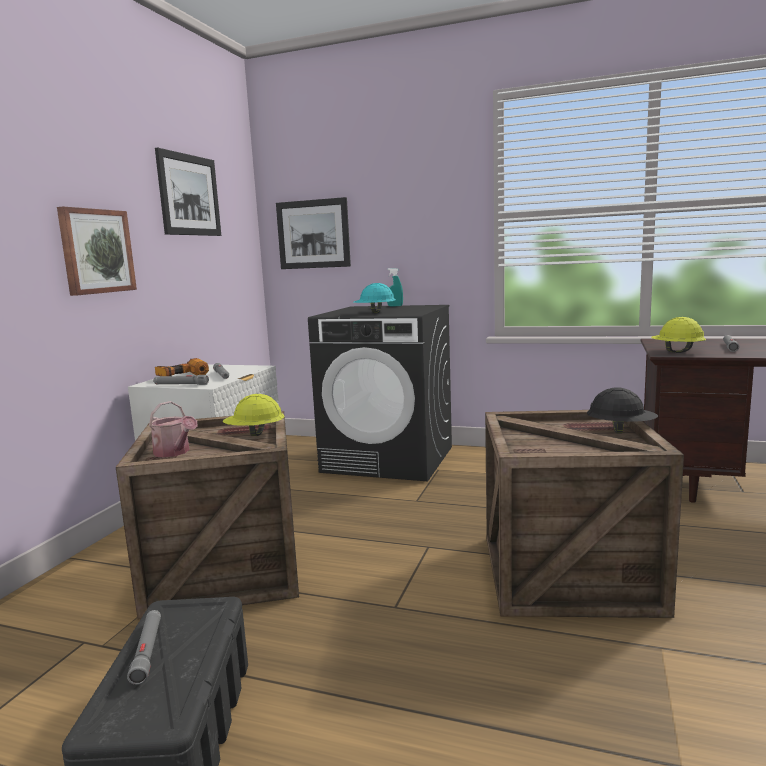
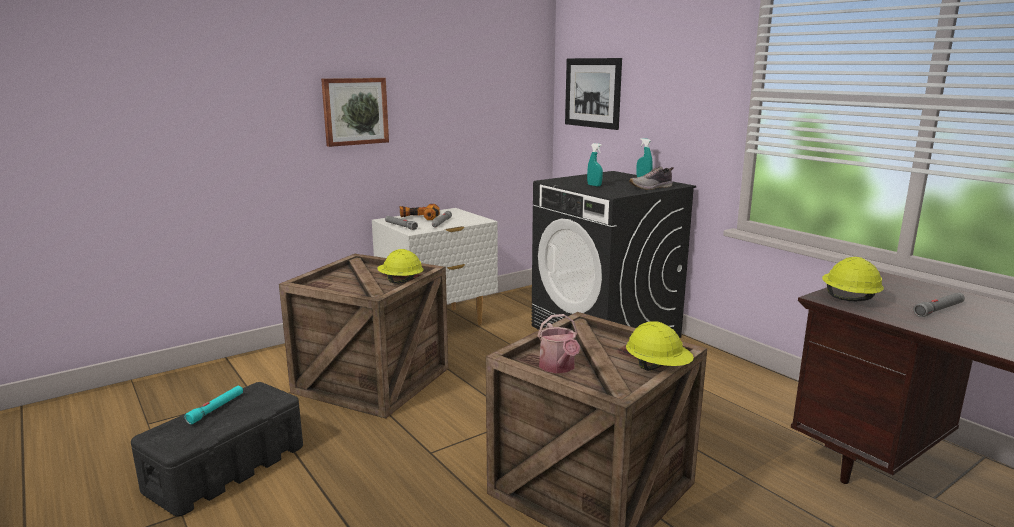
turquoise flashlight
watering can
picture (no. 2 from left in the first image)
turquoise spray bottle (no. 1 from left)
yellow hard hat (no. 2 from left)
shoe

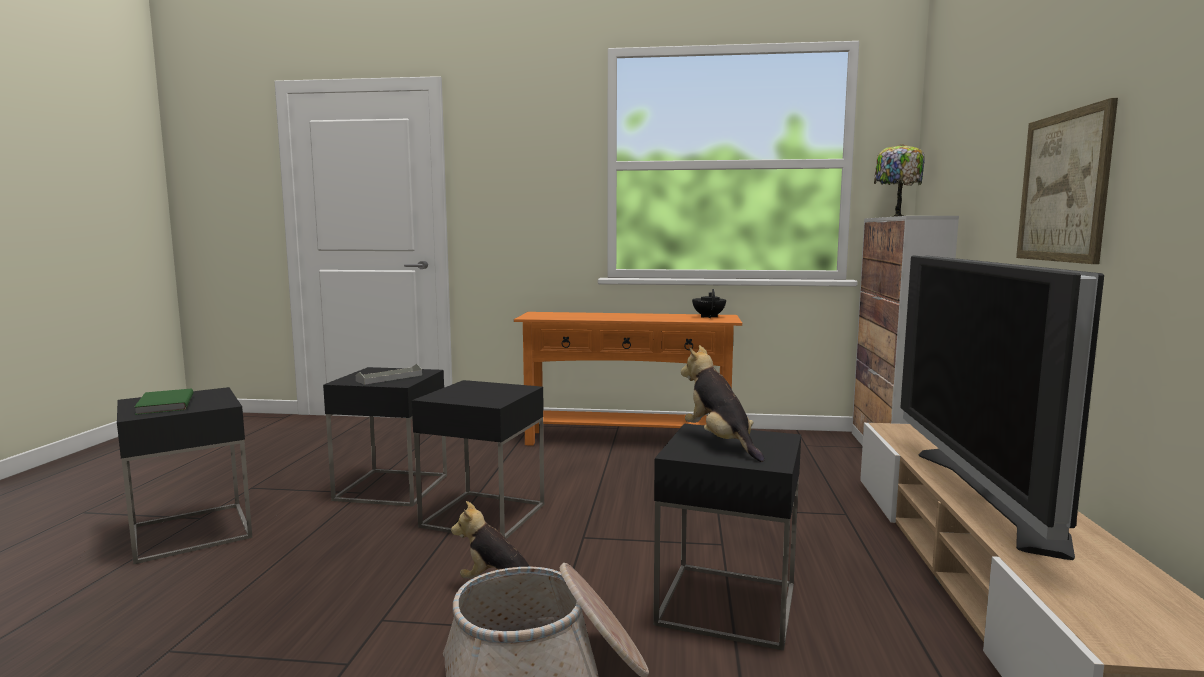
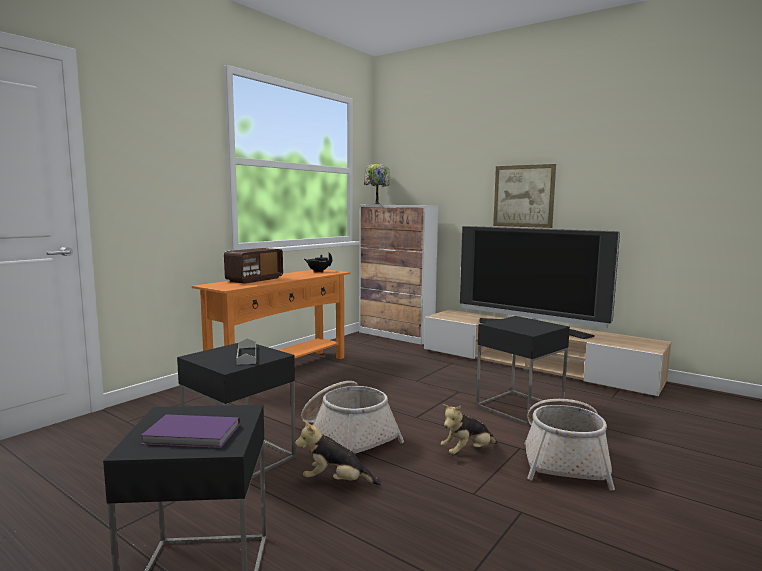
purple book
basket (no. 1 from left)
plush toy (no. 1 from left)
radio

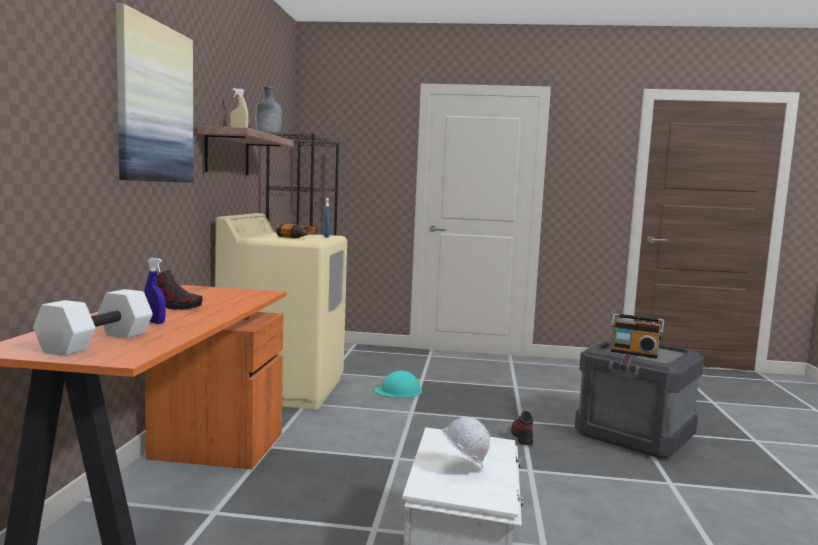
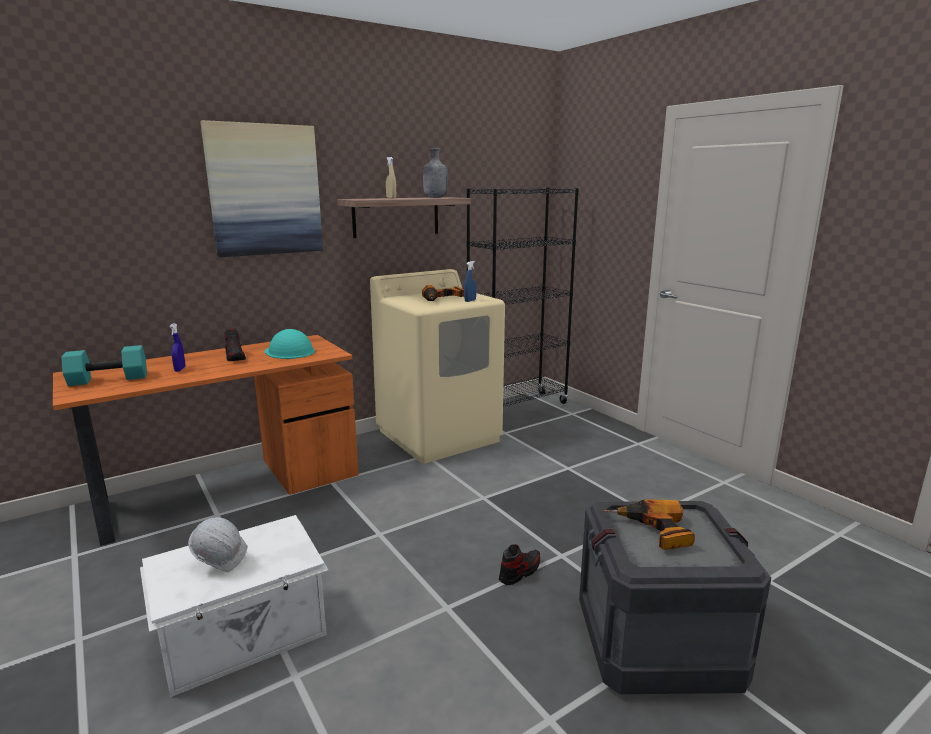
turquoise dumbbell
turquoise hard hat
power drill (no. 2 from left)

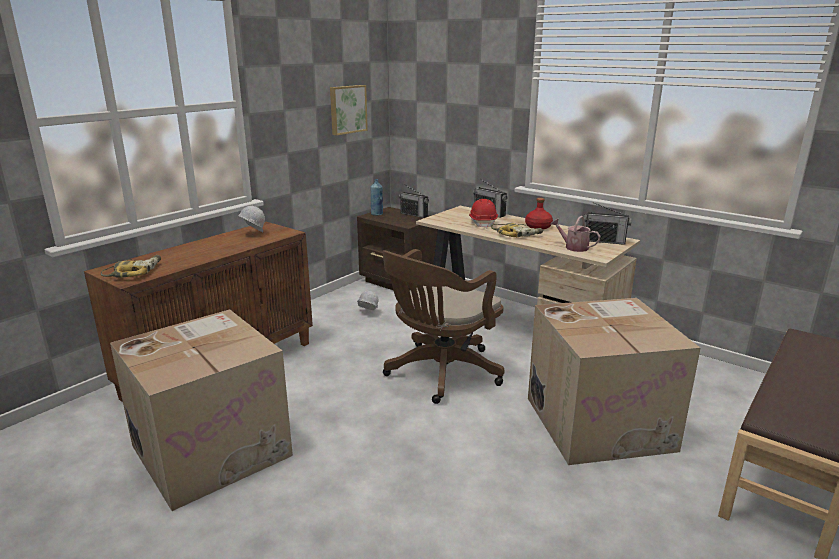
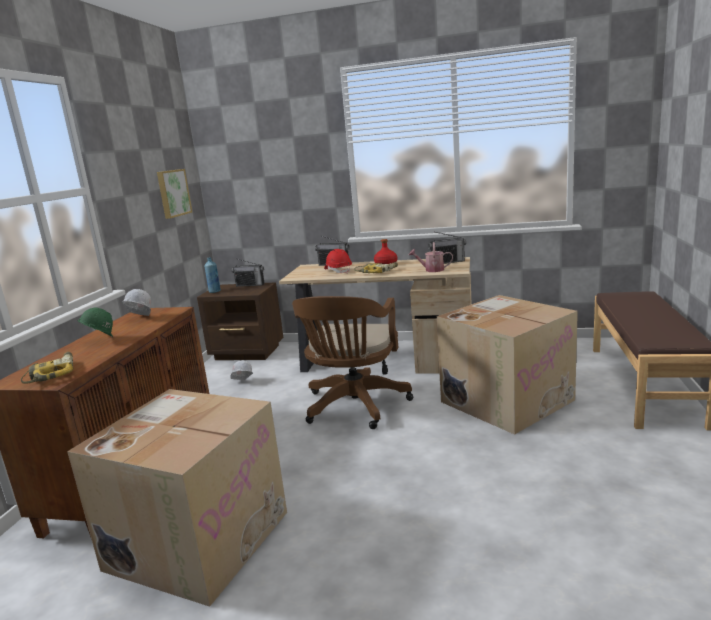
green hard hat

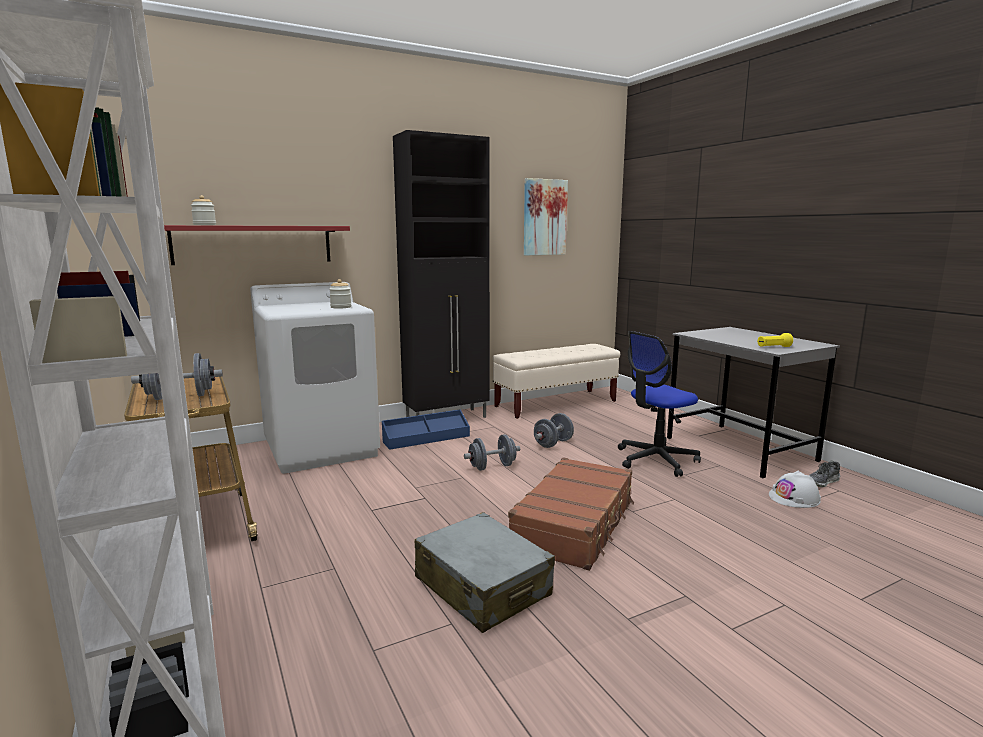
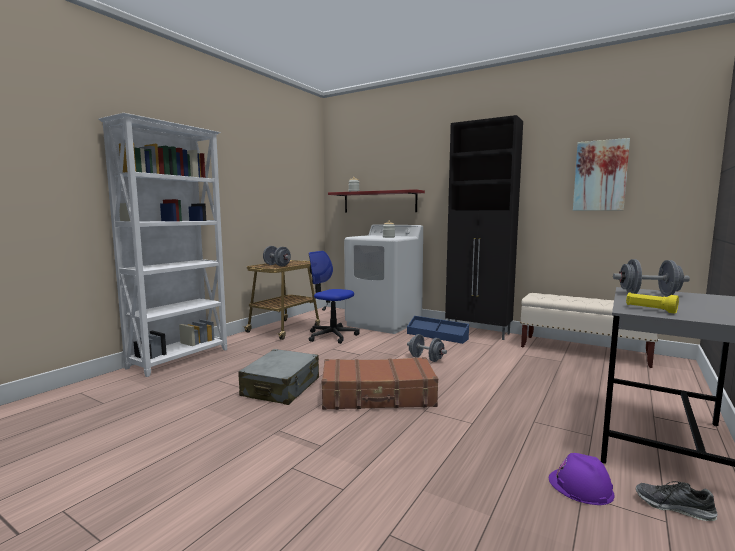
grey dumbbell (no. 3 from left)
office chair
purple hard hat

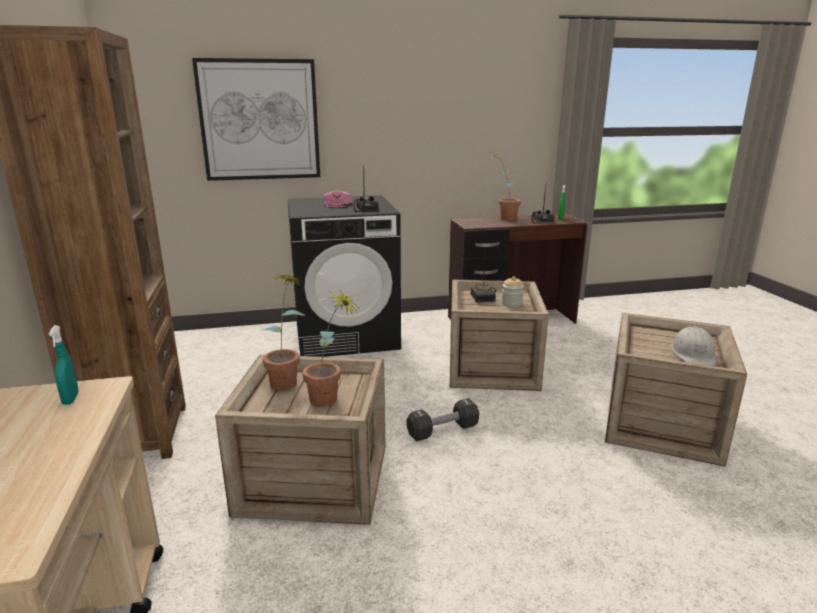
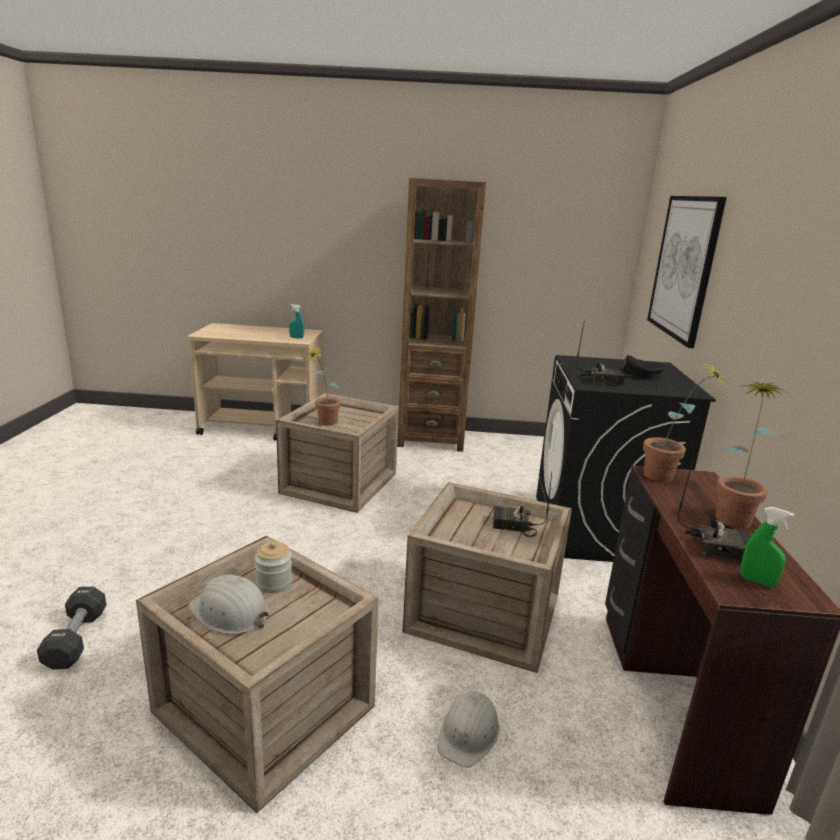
potted plant (no. 2 from left)
black cap
black dumbbell
jar
white hard hat (no. 2 from left)

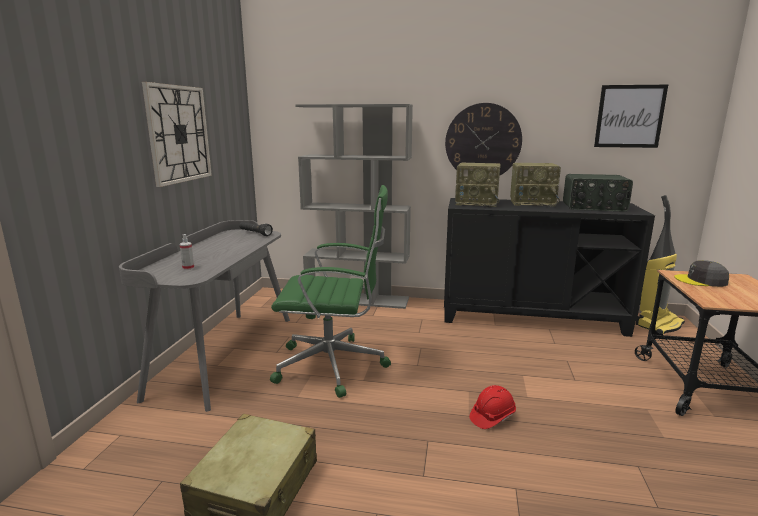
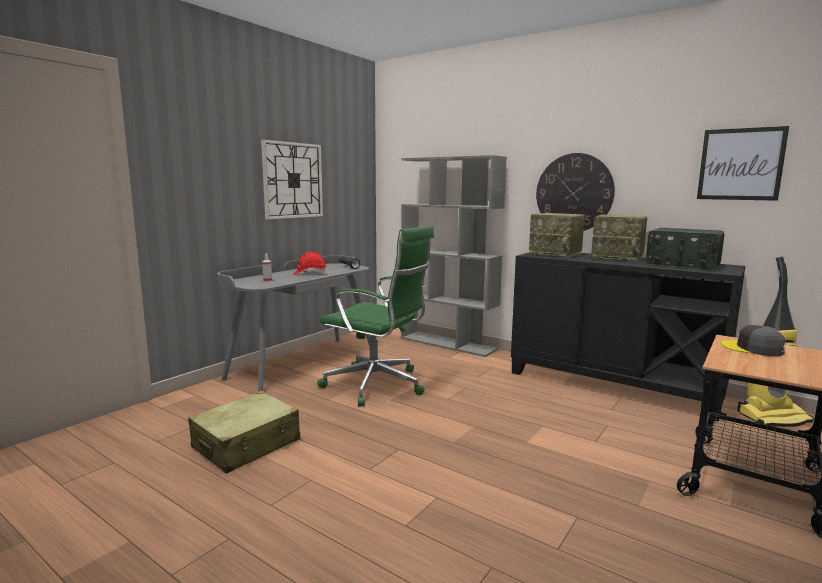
red hard hat

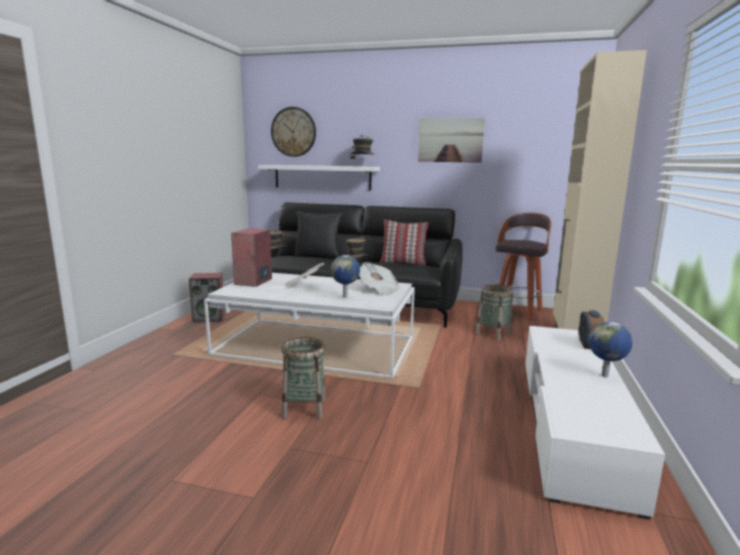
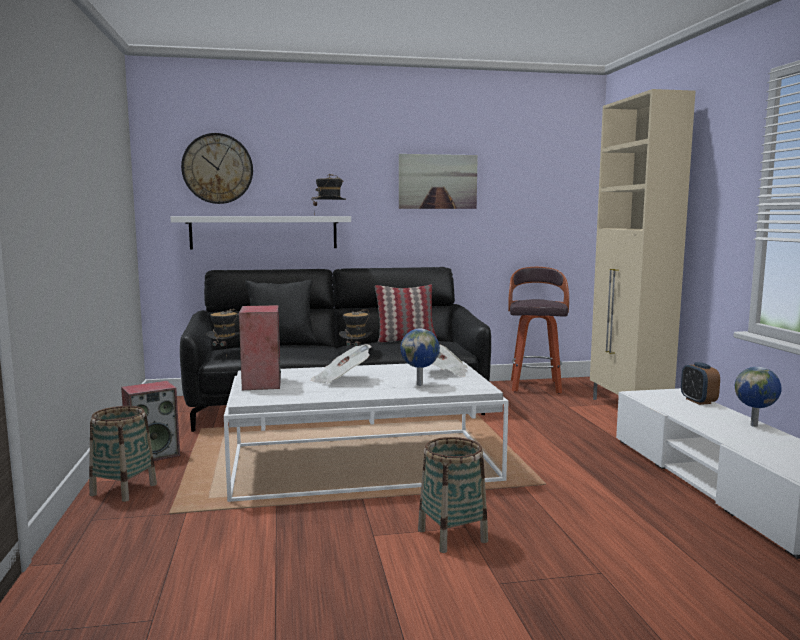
basket (no. 1 from left)

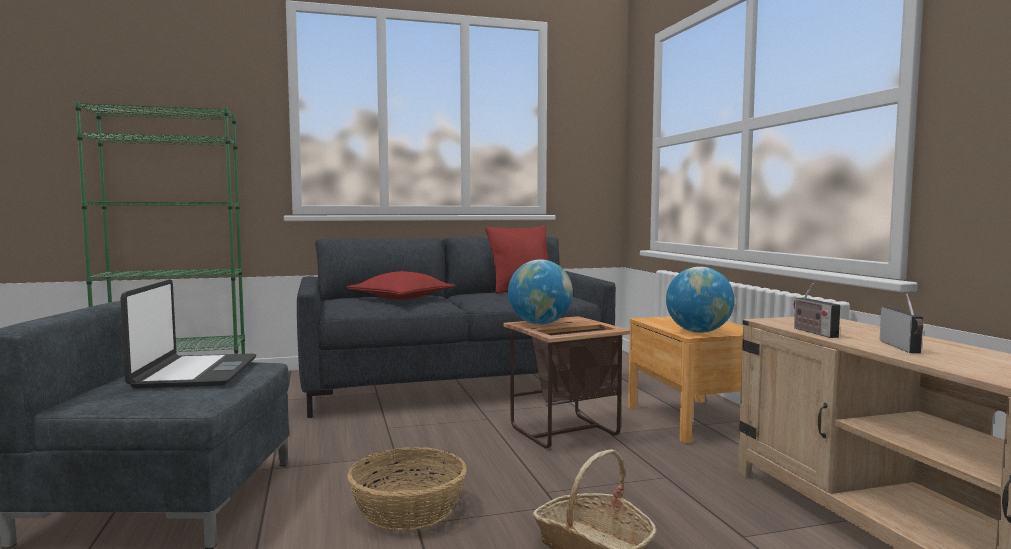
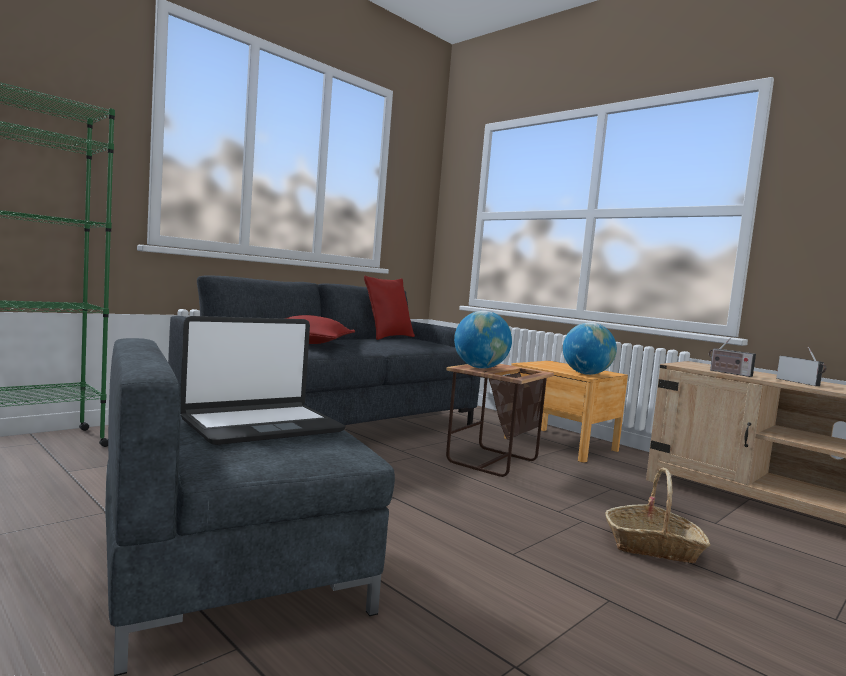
laptop
basket (no. 1 from left in the first image)

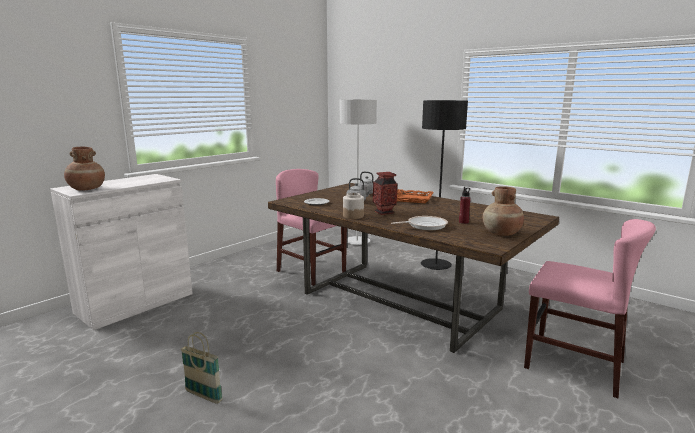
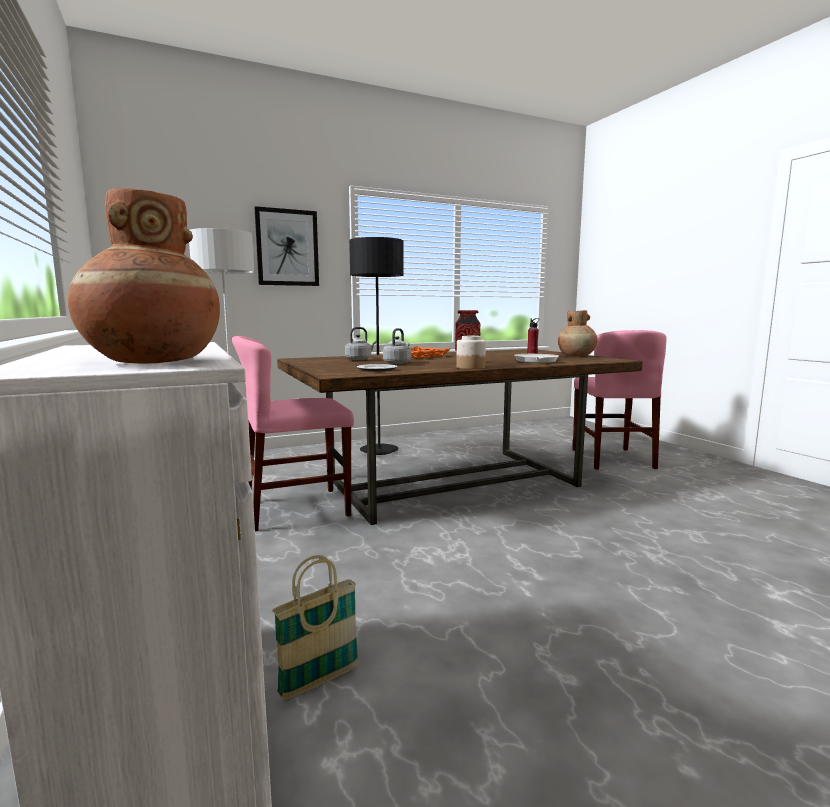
basket
pink chair (no. 2 from left)
picture

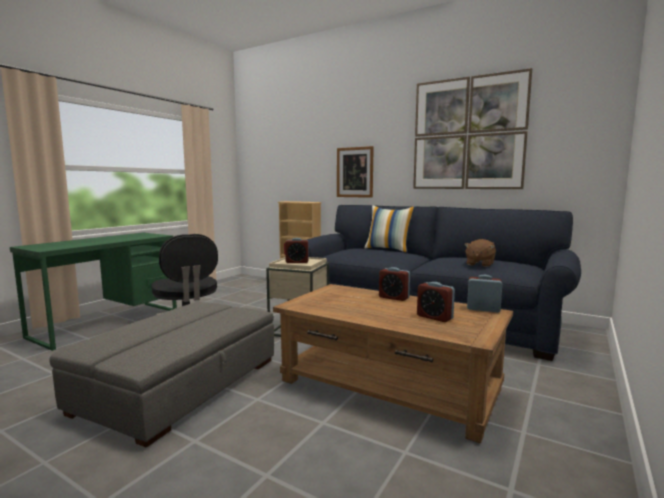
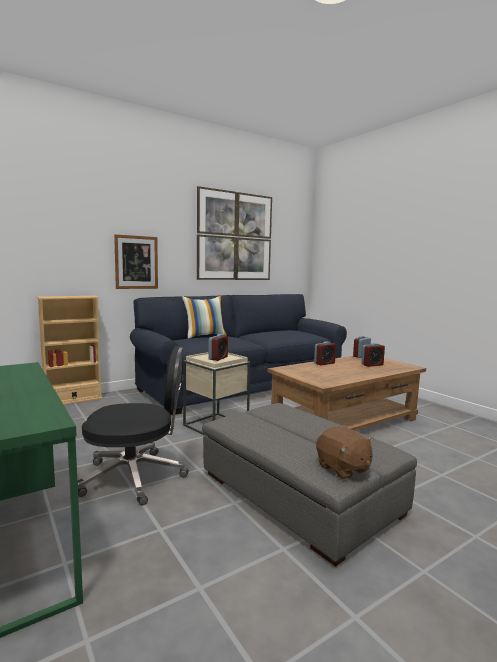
brown plush toy

